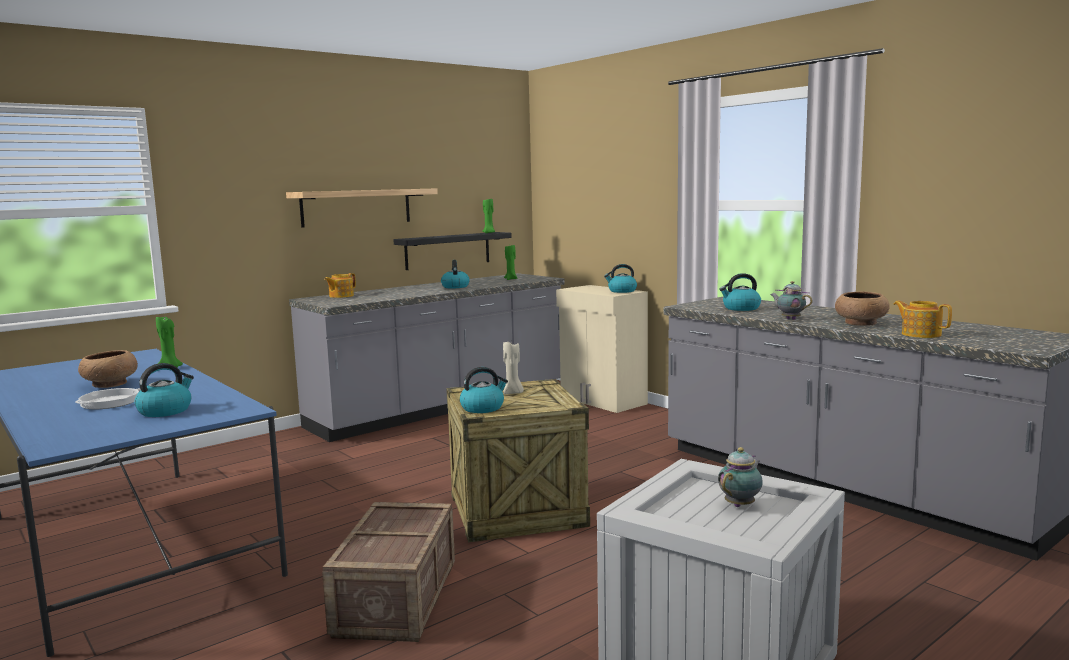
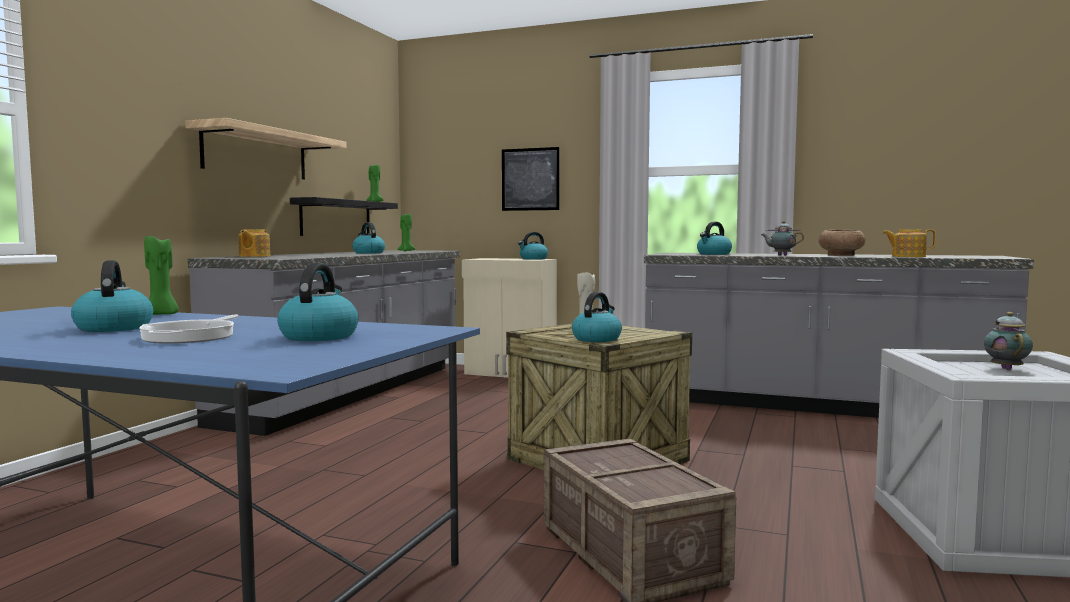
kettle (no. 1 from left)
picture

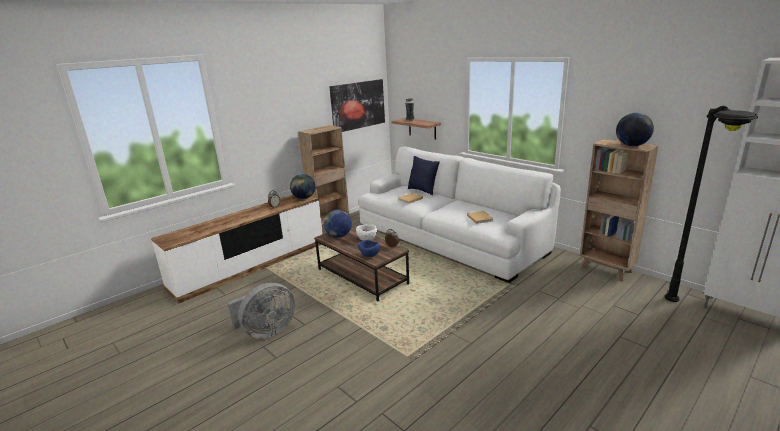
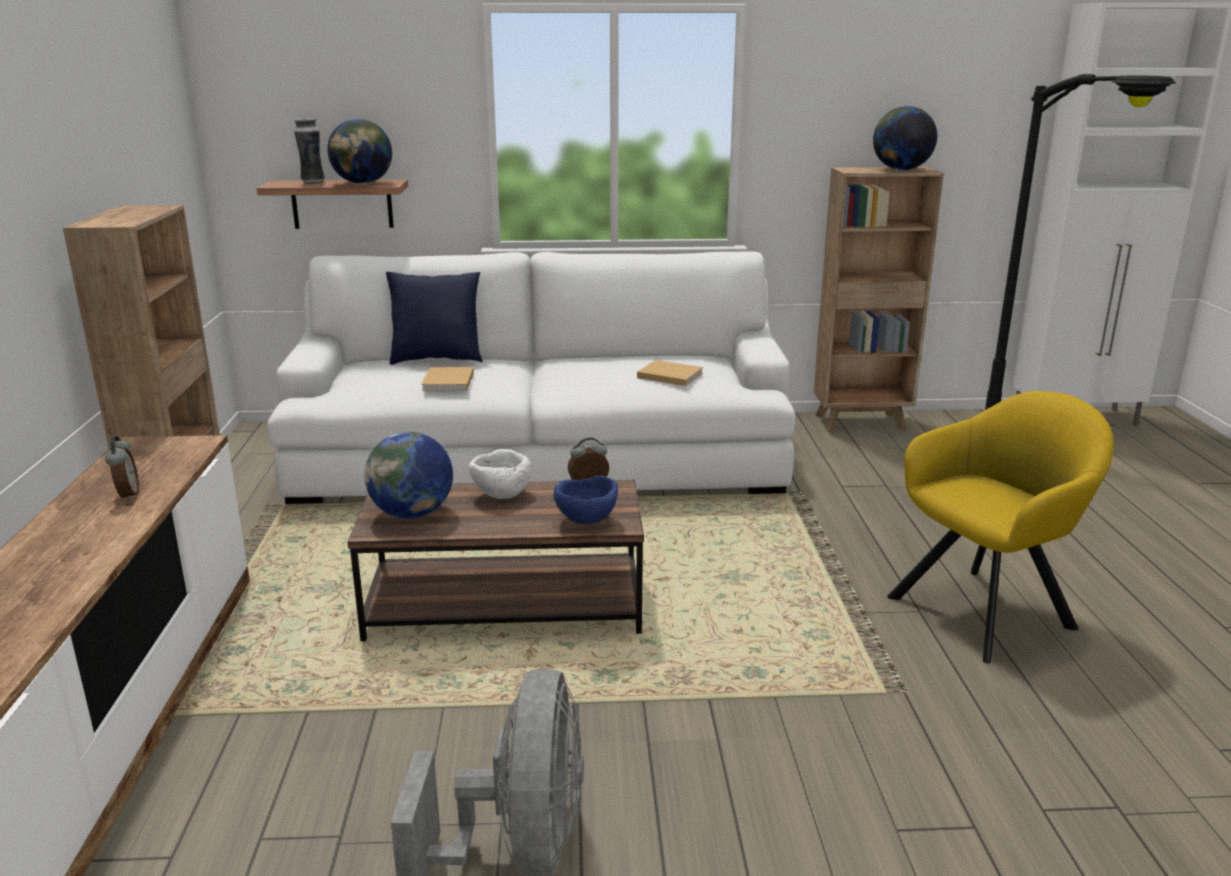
globe (no. 1 from left)
picture
yellow armchair

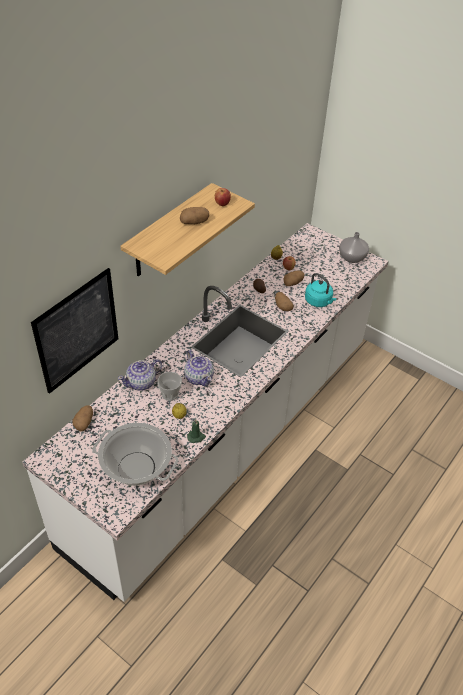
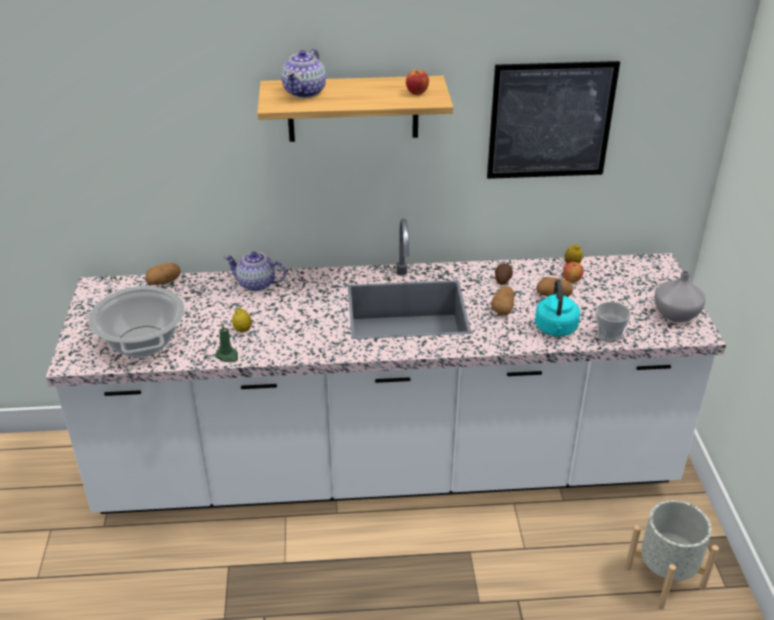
picture
cup
potato (no. 2 from left in the first image)
teapot (no. 2 from left)
grey planter

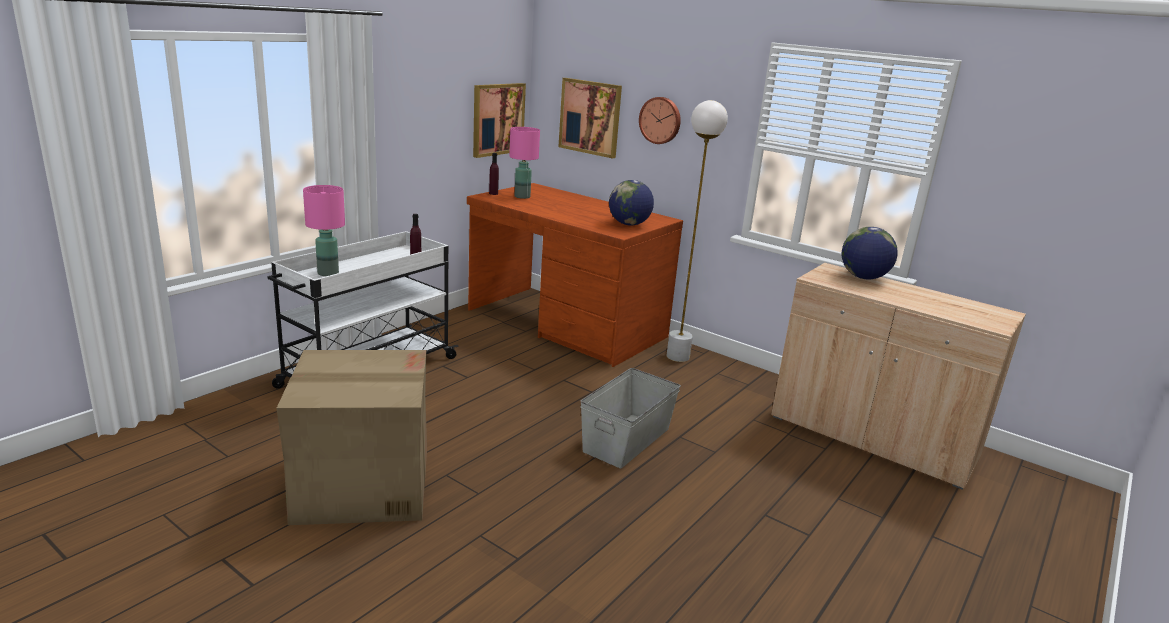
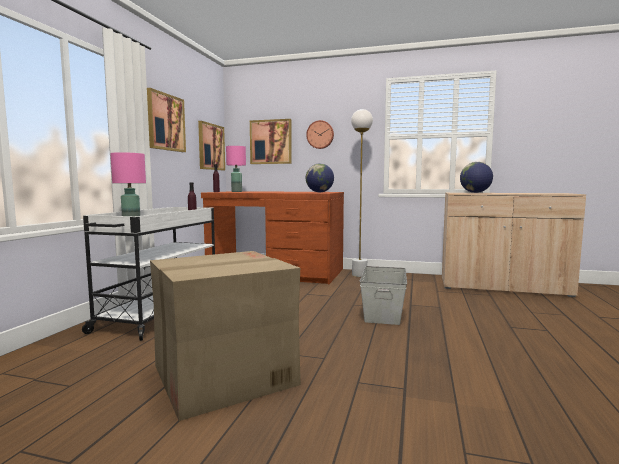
picture (no. 1 from left)

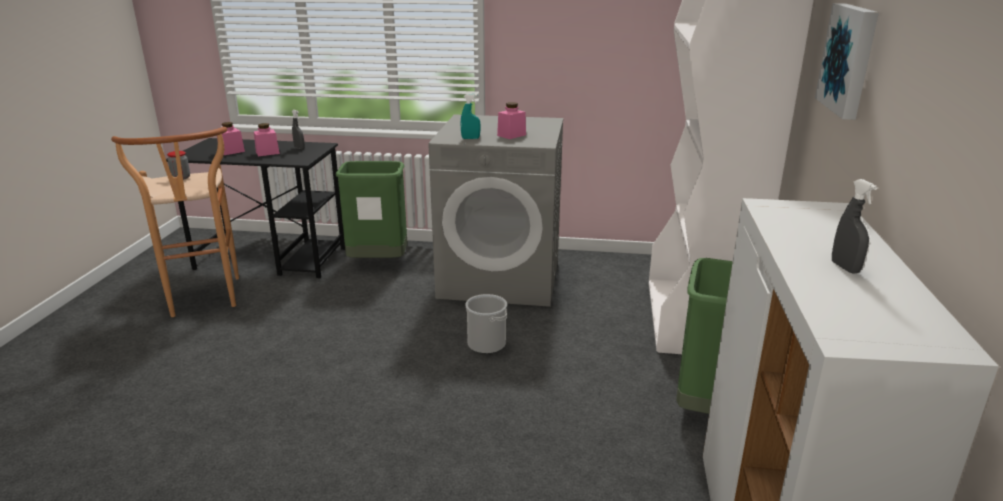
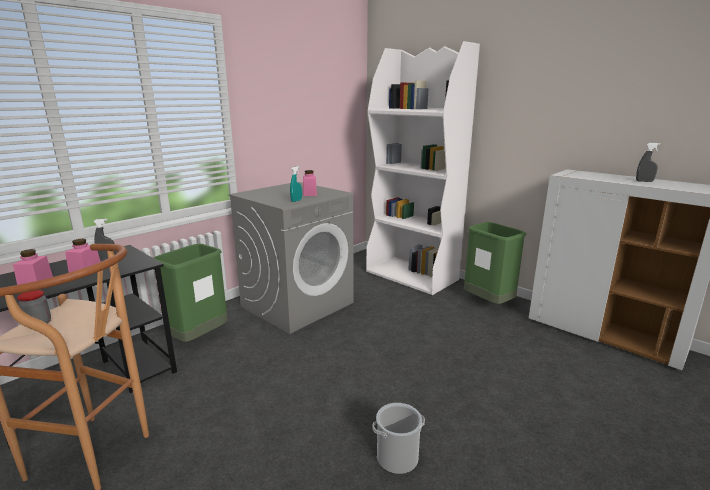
bucket
picture

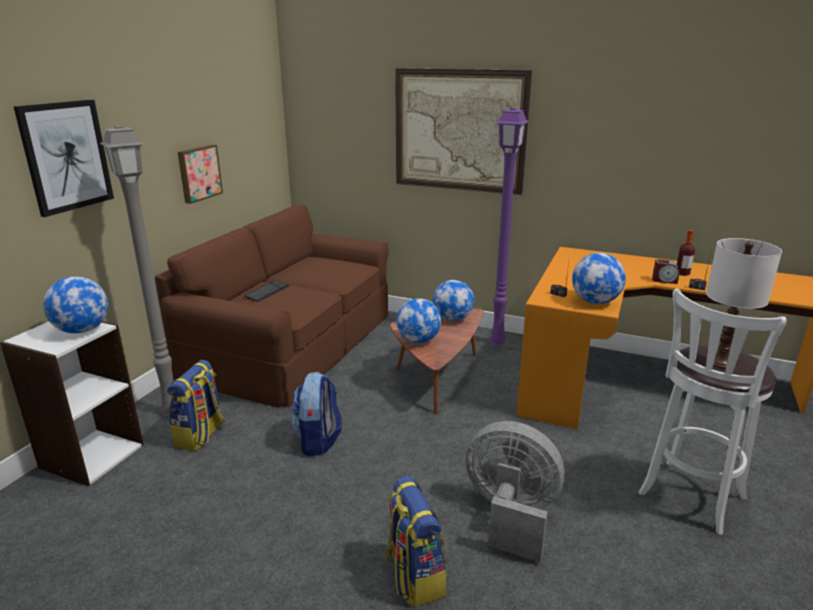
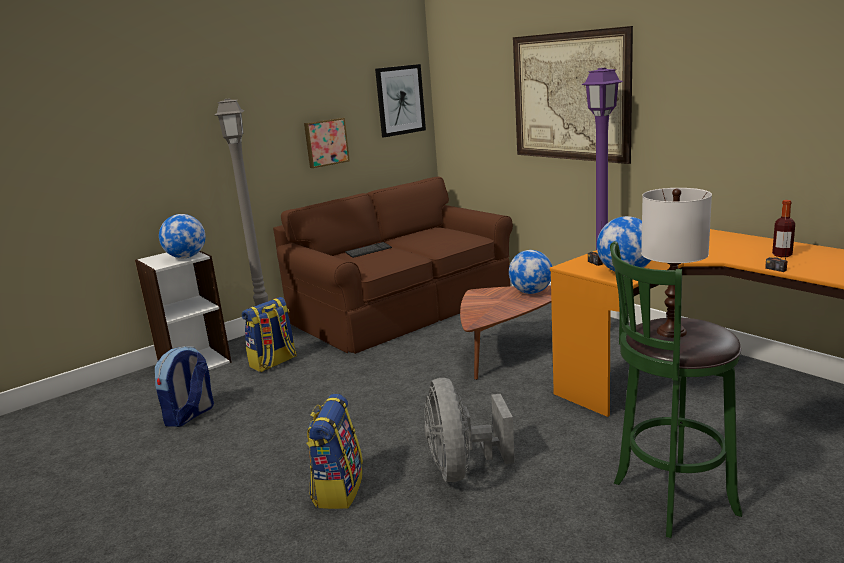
picture (no. 2 from left)
backpack (no. 1 from left)
globe (no. 2 from left in the first image)
grey fan
green stool
alarm clock

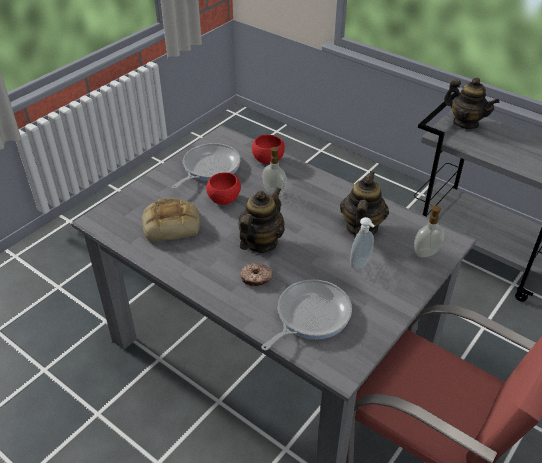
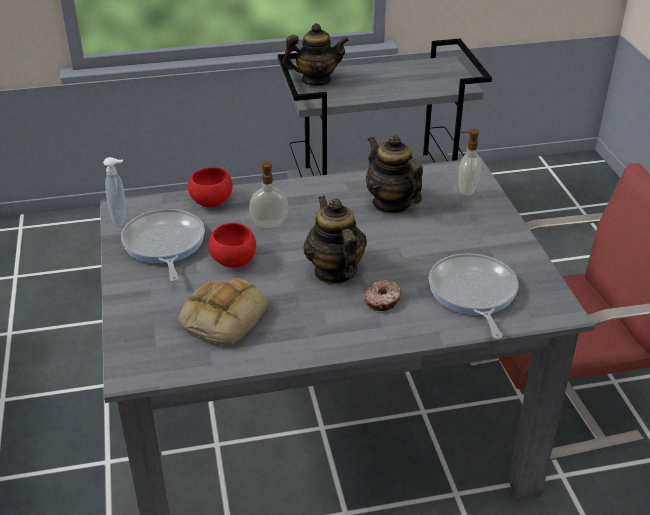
soap dispenser (no. 1 from left)

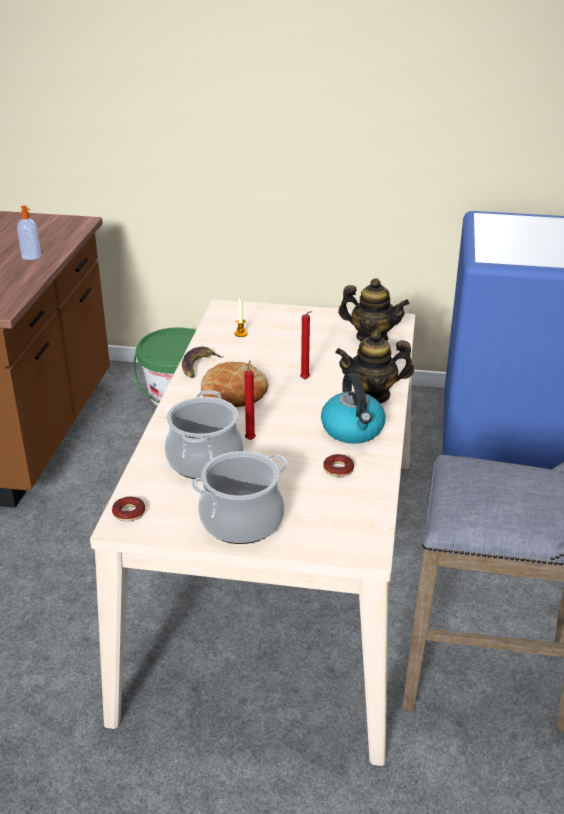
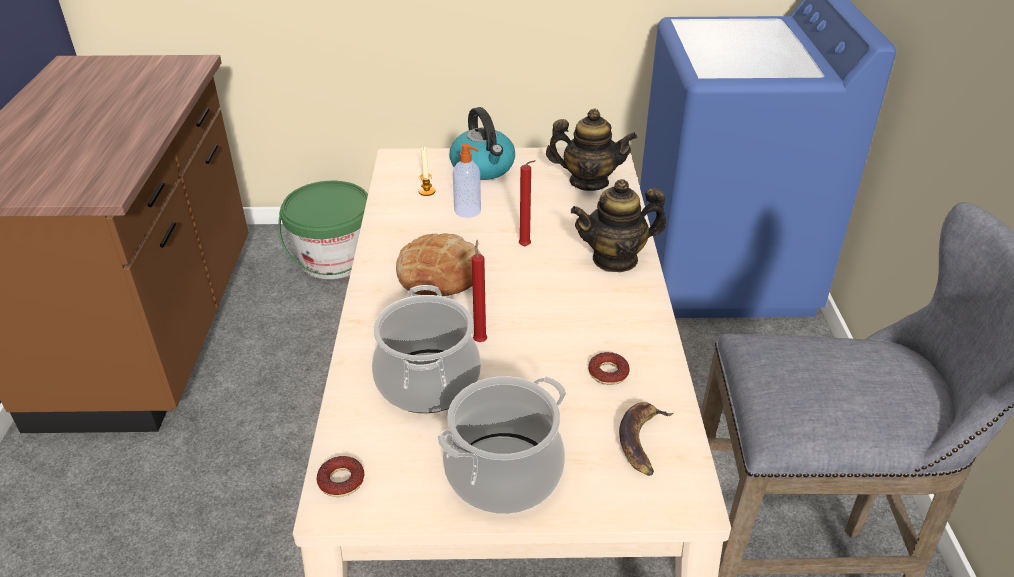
soap dispenser
banana
kettle

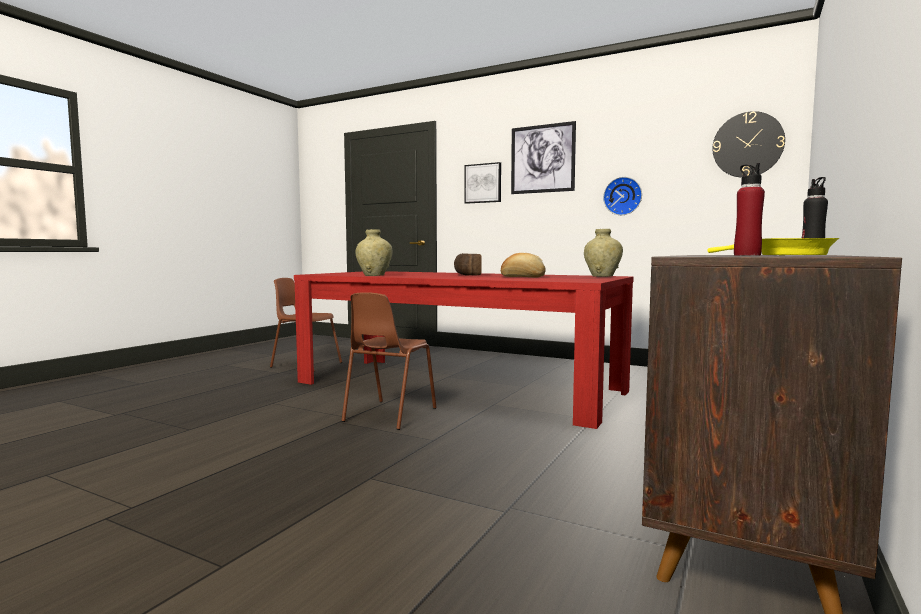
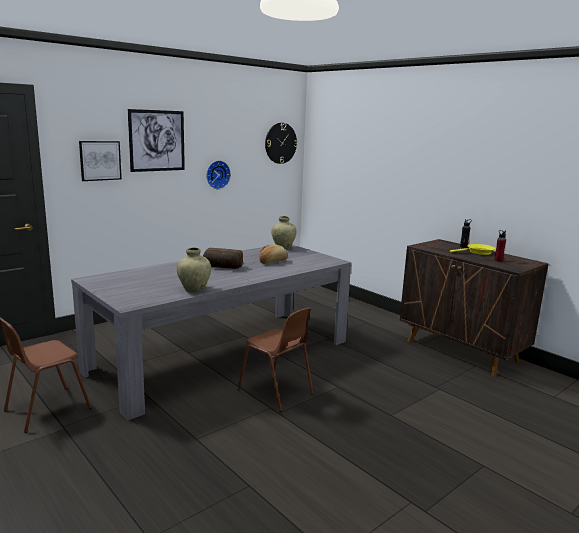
grey dining table

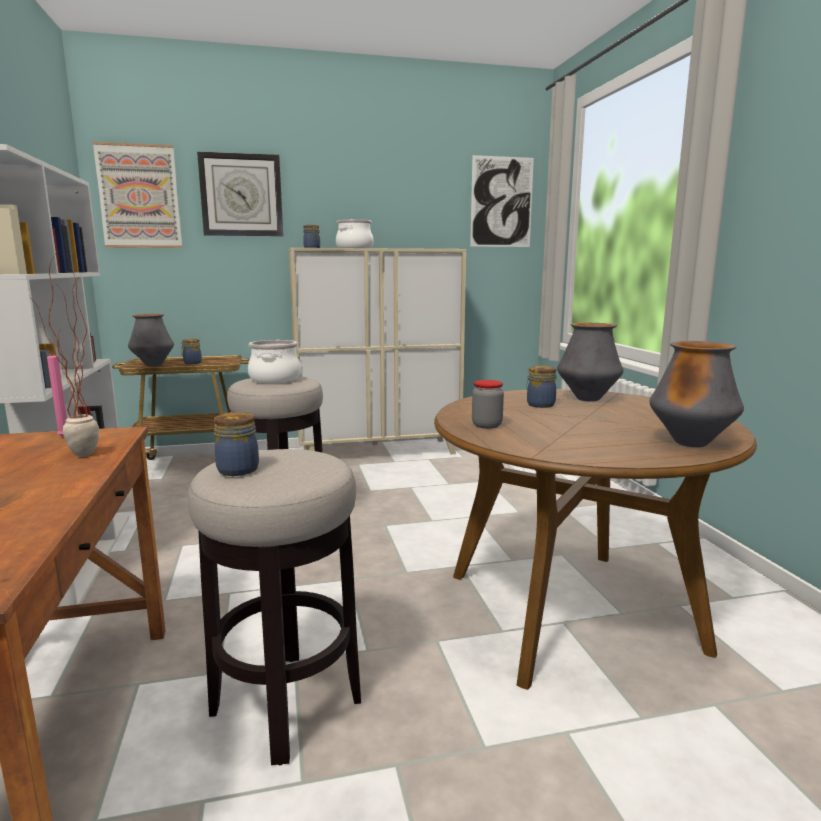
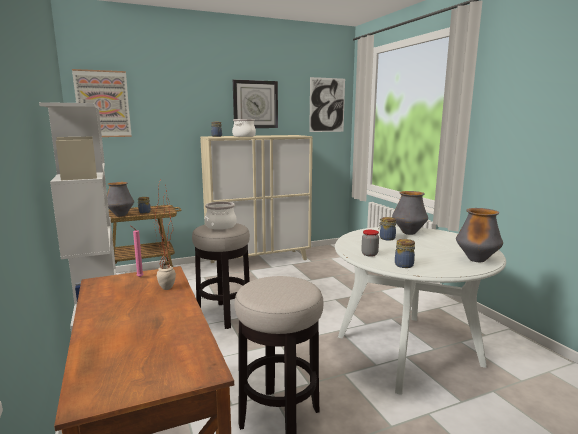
wall clock
jar (no. 5 from left)
white dining table

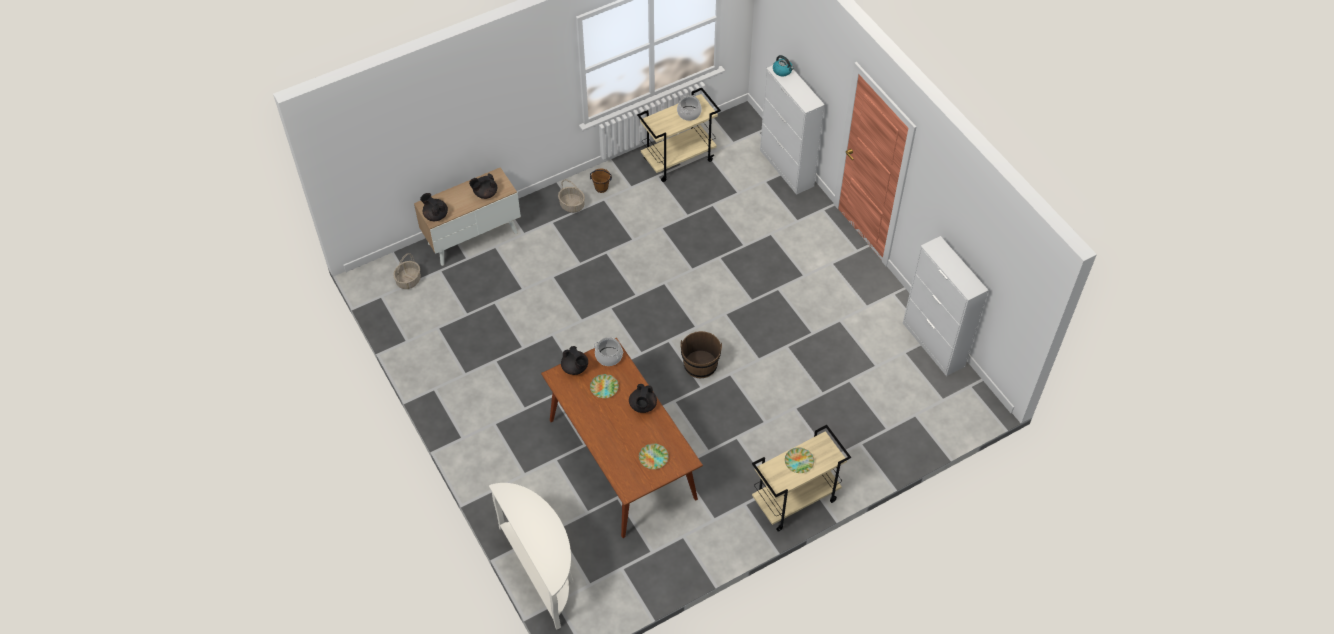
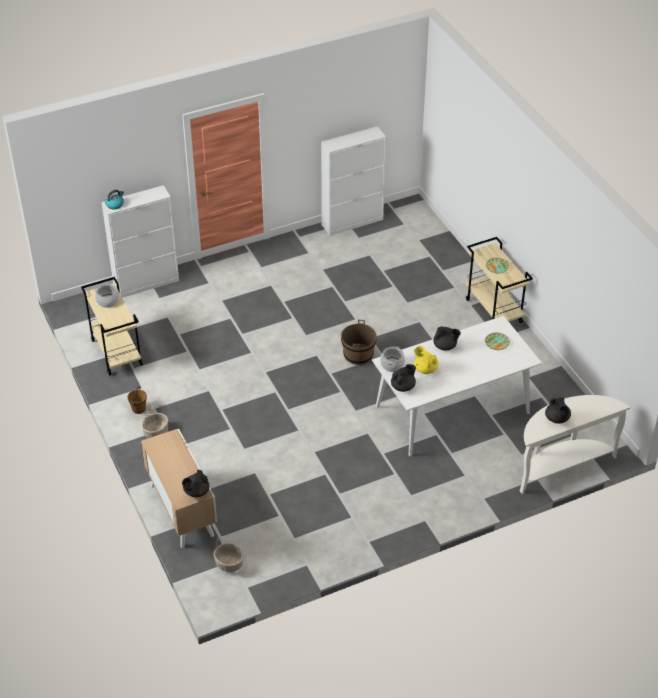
black teapot (no. 4 from left)
white dining table
yellow teapot

